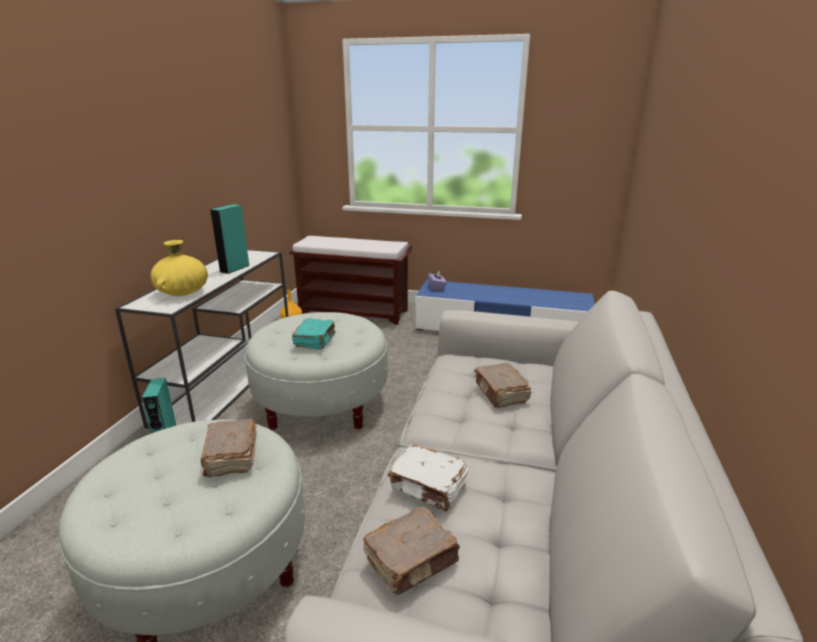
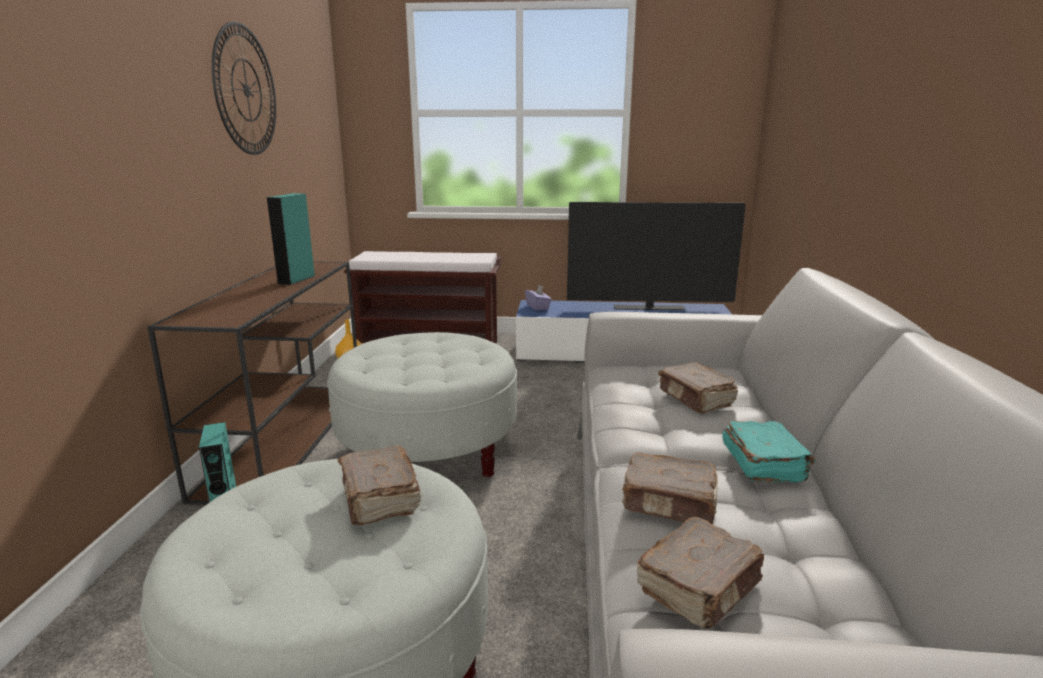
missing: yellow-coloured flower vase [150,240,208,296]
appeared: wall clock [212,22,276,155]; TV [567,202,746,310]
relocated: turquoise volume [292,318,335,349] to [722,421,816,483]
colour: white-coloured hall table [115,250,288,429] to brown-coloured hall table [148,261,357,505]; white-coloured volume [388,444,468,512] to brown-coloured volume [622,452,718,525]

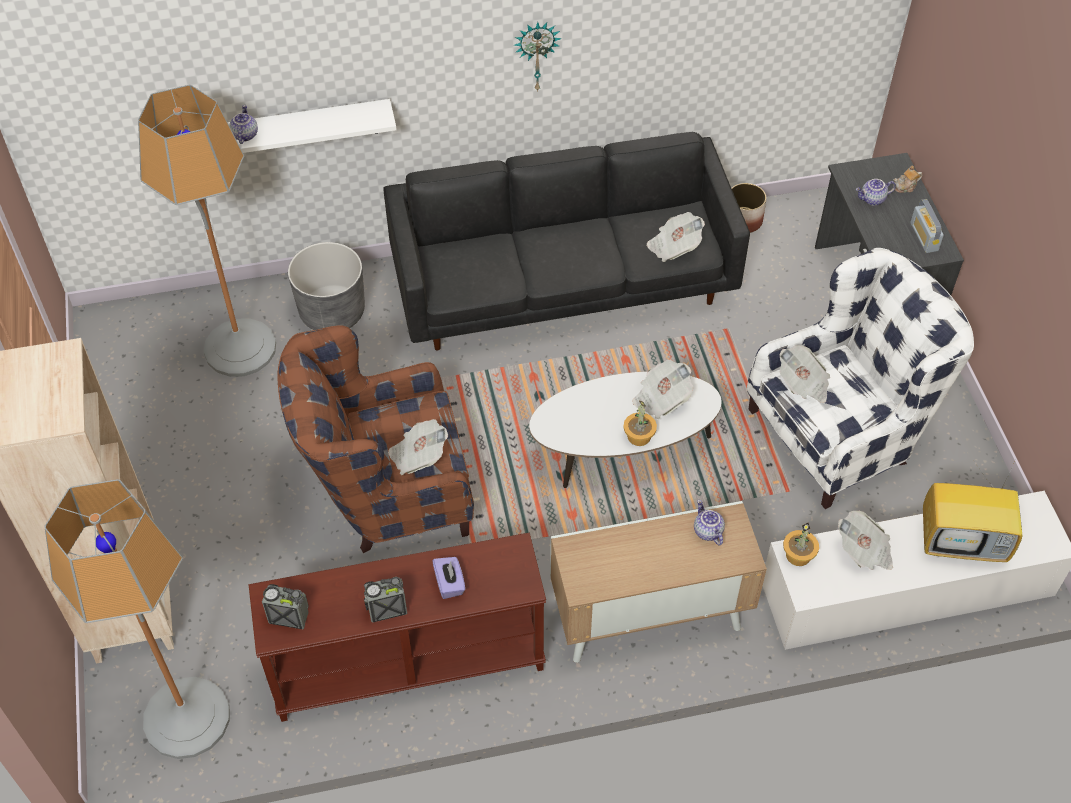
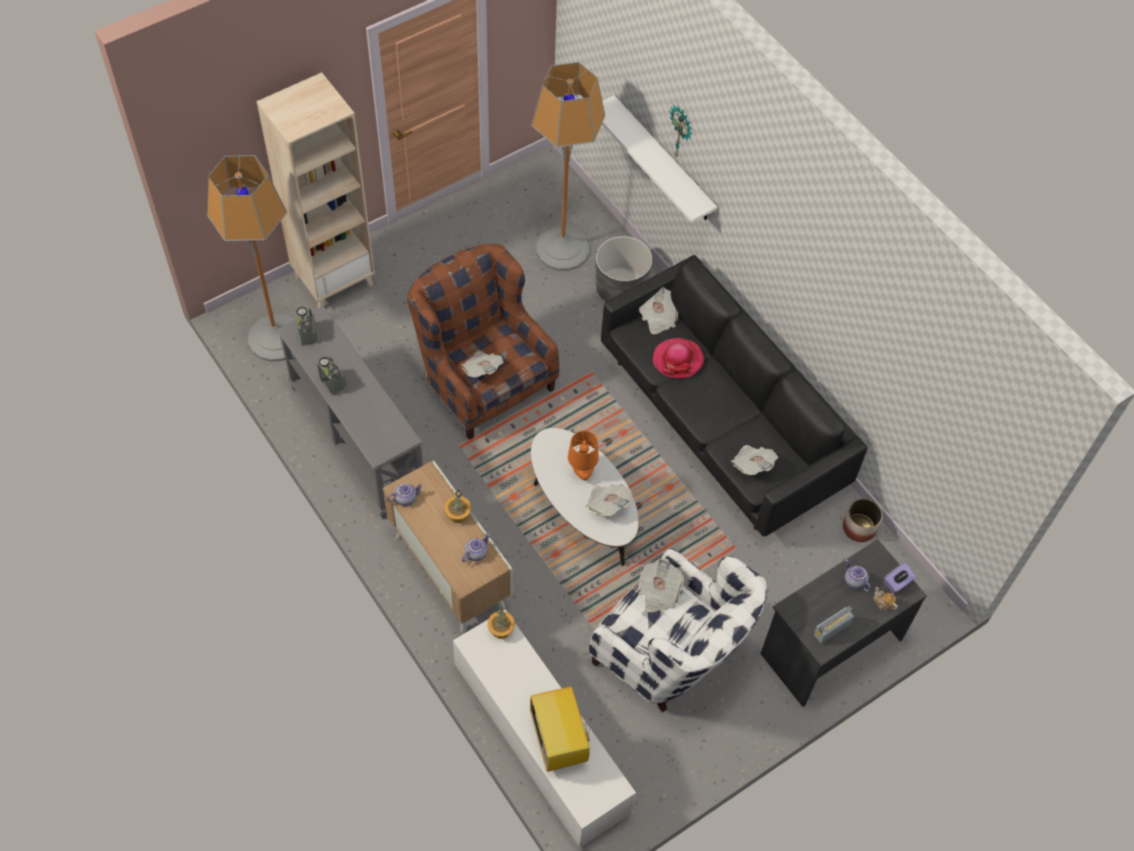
appeared: orange lamp for a table [568,431,599,480]; wearable hat [653,338,704,379]
relocated: teapot [229,105,258,144] to [387,483,423,506]; plant in a pot [623,401,657,446] to [444,490,471,523]; daily paper [838,511,893,570] to [639,287,678,334]; wall clock [513,22,562,92] to [669,106,692,157]; purple tissue holder [432,557,465,599] to [884,563,916,594]
colour: brown-coloured hall table [249,533,546,722] to grey hall table [277,306,423,519]

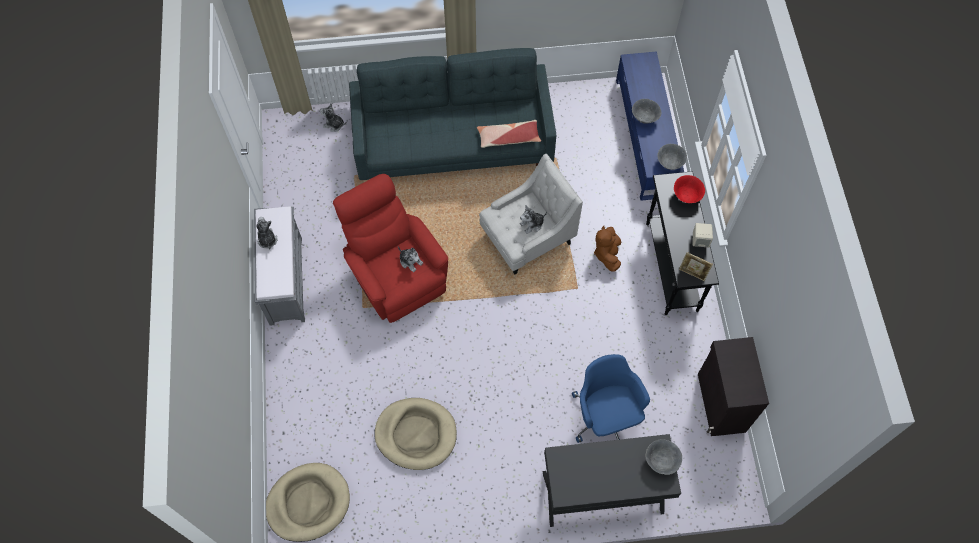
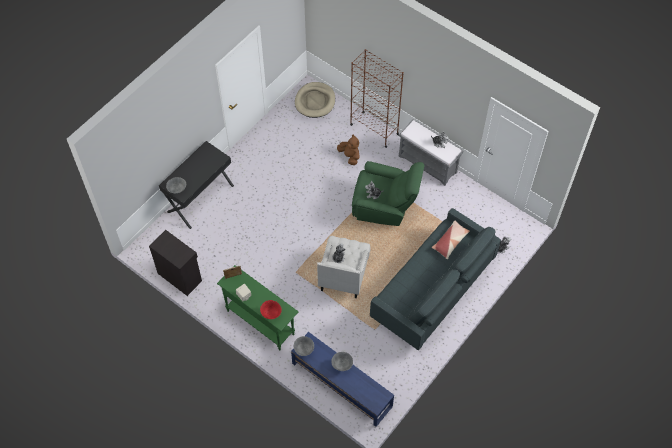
missing: sand-coloured dog bed [375,398,457,470]; blue-coloured computer chair [572,354,650,443]
appeared: brown-coloured bookshelf [350,49,404,148]
relocated: brown-coloured soft toy [594,226,621,272] to [337,134,359,165]; cushion [477,120,541,148] to [432,220,470,259]
colour: black-coloured hall table [646,171,719,315] to greenish hall table [217,265,299,351]; reddish easy chair [333,174,448,323] to greenish easy chair [352,161,425,226]

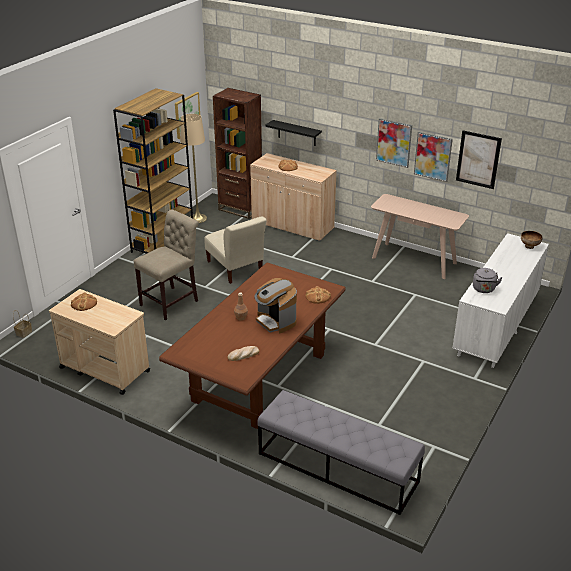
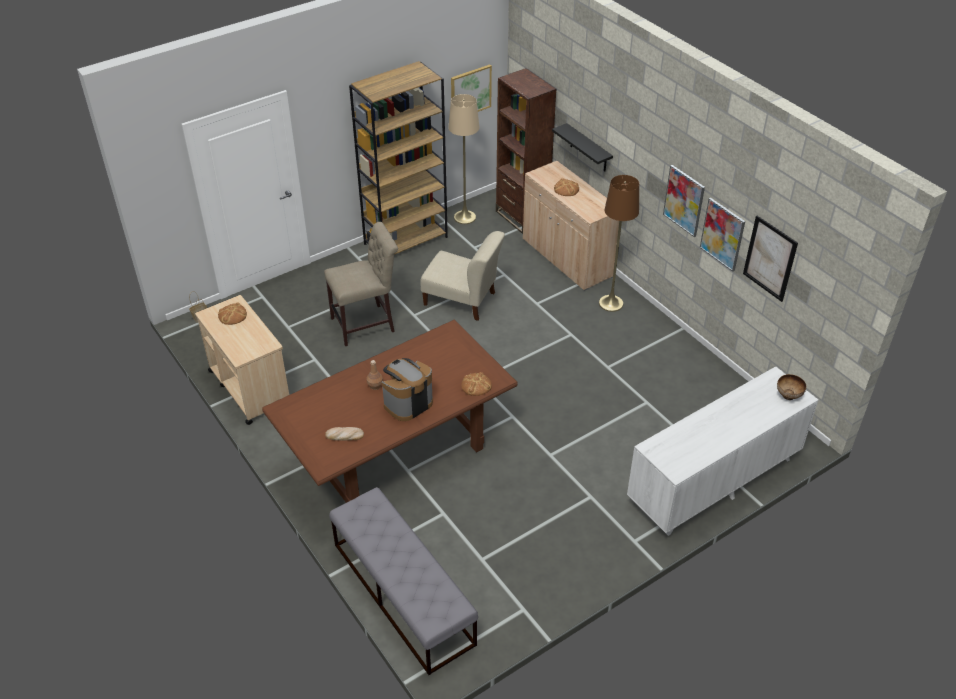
missing: sand-coloured hall table [371,194,469,279]; grey tea kettle [473,268,503,293]
appeared: brown-coloured standard lamp [599,175,639,312]
spun: coffee maker [254,278,297,333] = [382,358,433,421] 60 degrees clockwise; sand-coloured plain chair [204,216,267,284] = [420,231,505,321] 60 degrees counterclockwise

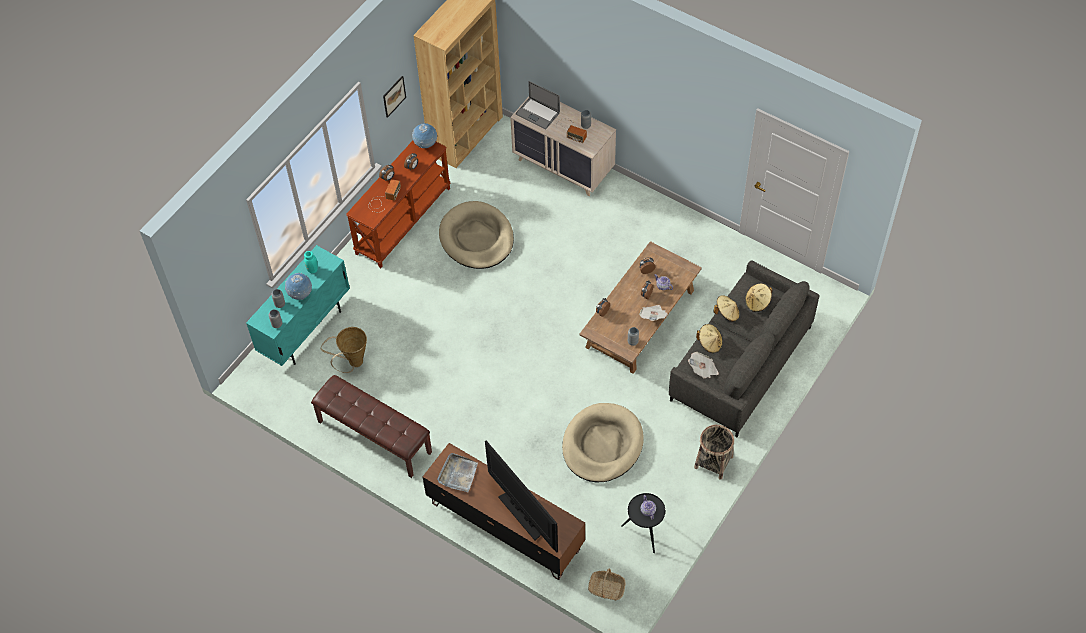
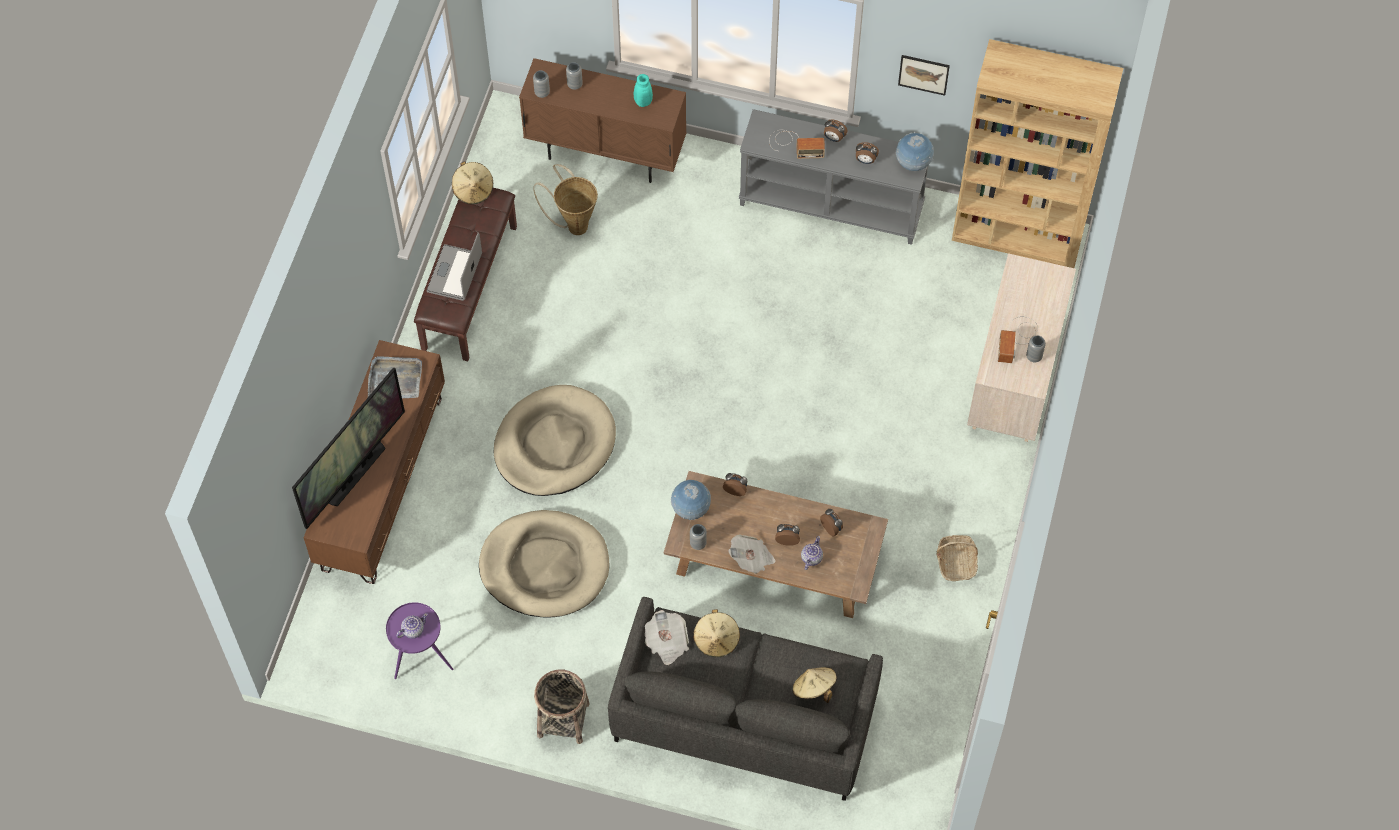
relocated: notebook computer [515,81,560,129] to [426,232,482,301]; sand-coloured wearable hat [713,295,739,322] to [452,162,493,204]; sand-coloured dog bed [439,201,514,269] to [494,385,616,496]; world globe [285,273,312,300] to [671,480,711,520]; household basket [588,568,625,600] to [936,535,978,581]
colour: black-coloured side table [621,493,665,553] to purple side table [386,602,453,679]; turquoise cupboard [246,245,350,366] to brown-coloured cupboard [519,58,686,183]; brown-coloured hall table [346,140,450,268] to grey hall table [739,109,928,245]

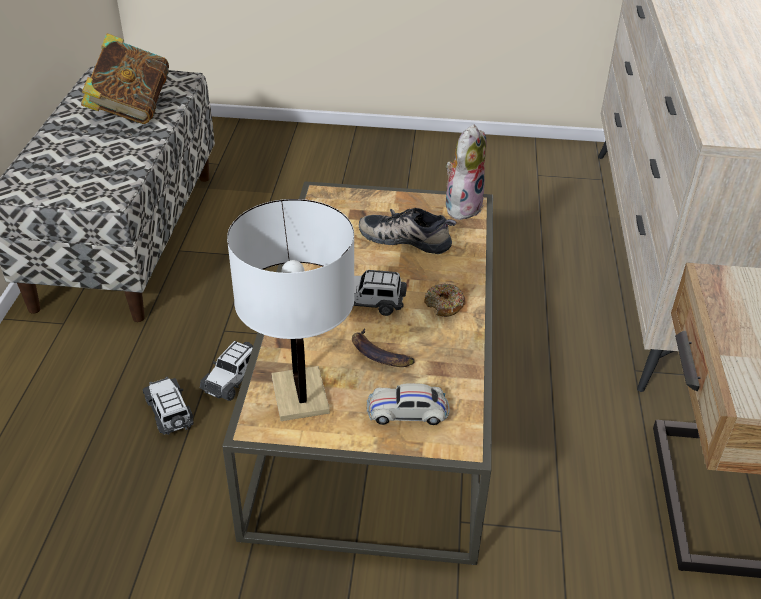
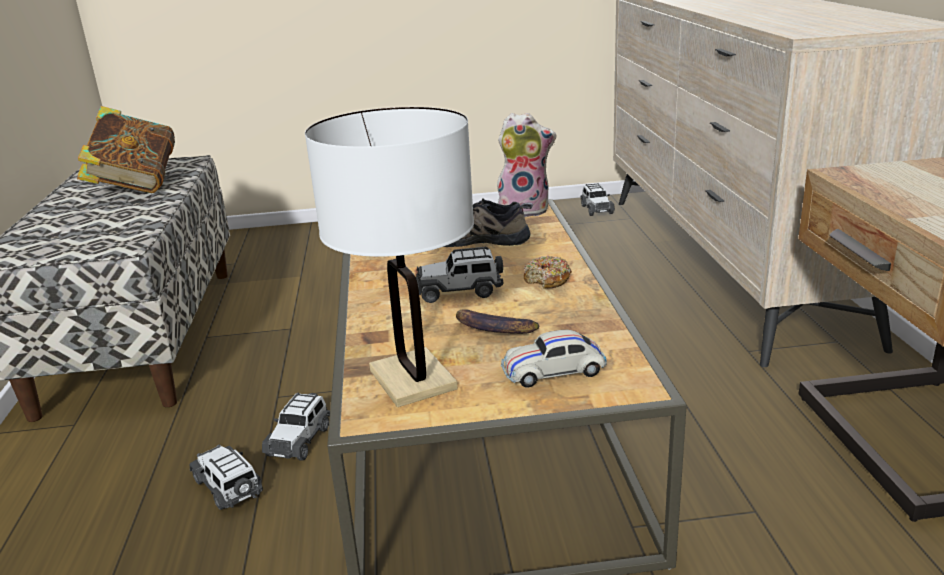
appeared: model car [581,183,615,216]
spun: soft toy [446,124,487,220] = [497,113,557,217] 75 degrees clockwise

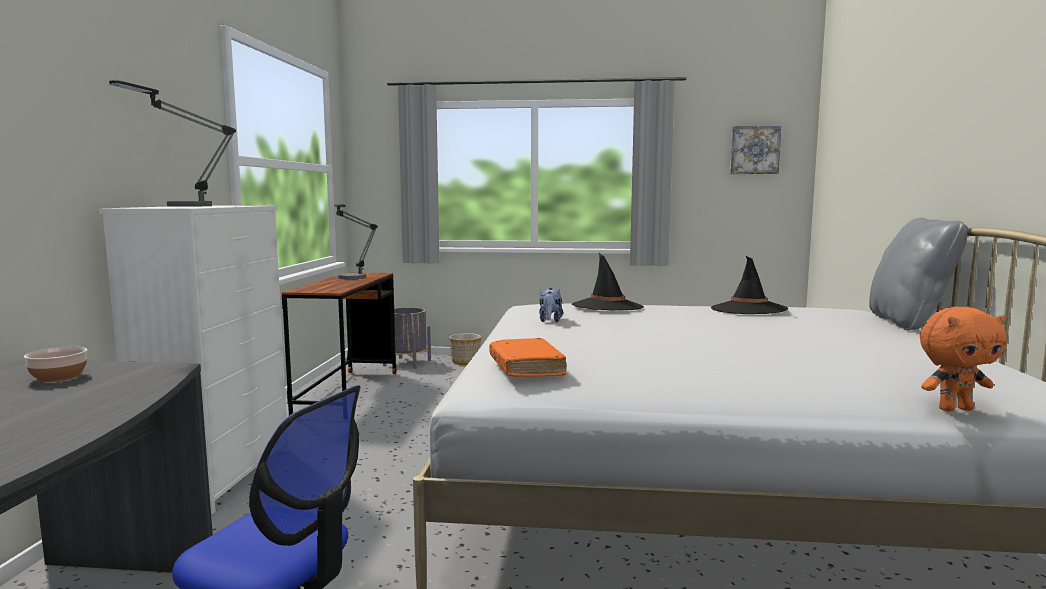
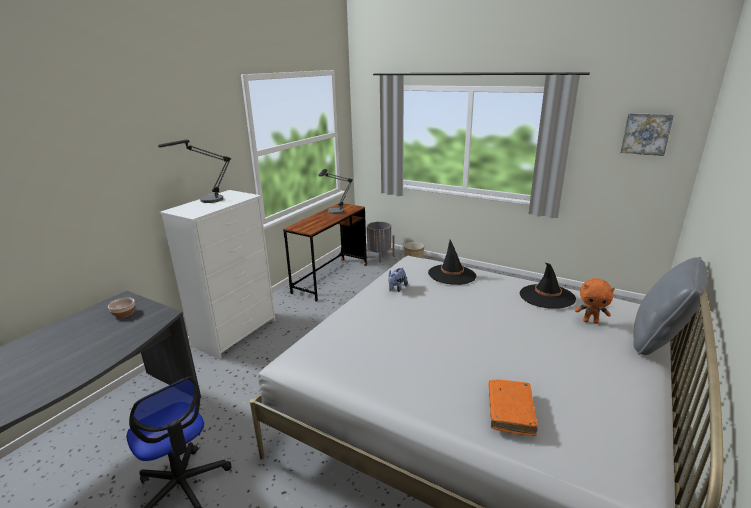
relocated: orange volume [489,338,567,377] to [488,380,537,436]; orange soft toy [920,307,1006,412] to [575,278,615,324]

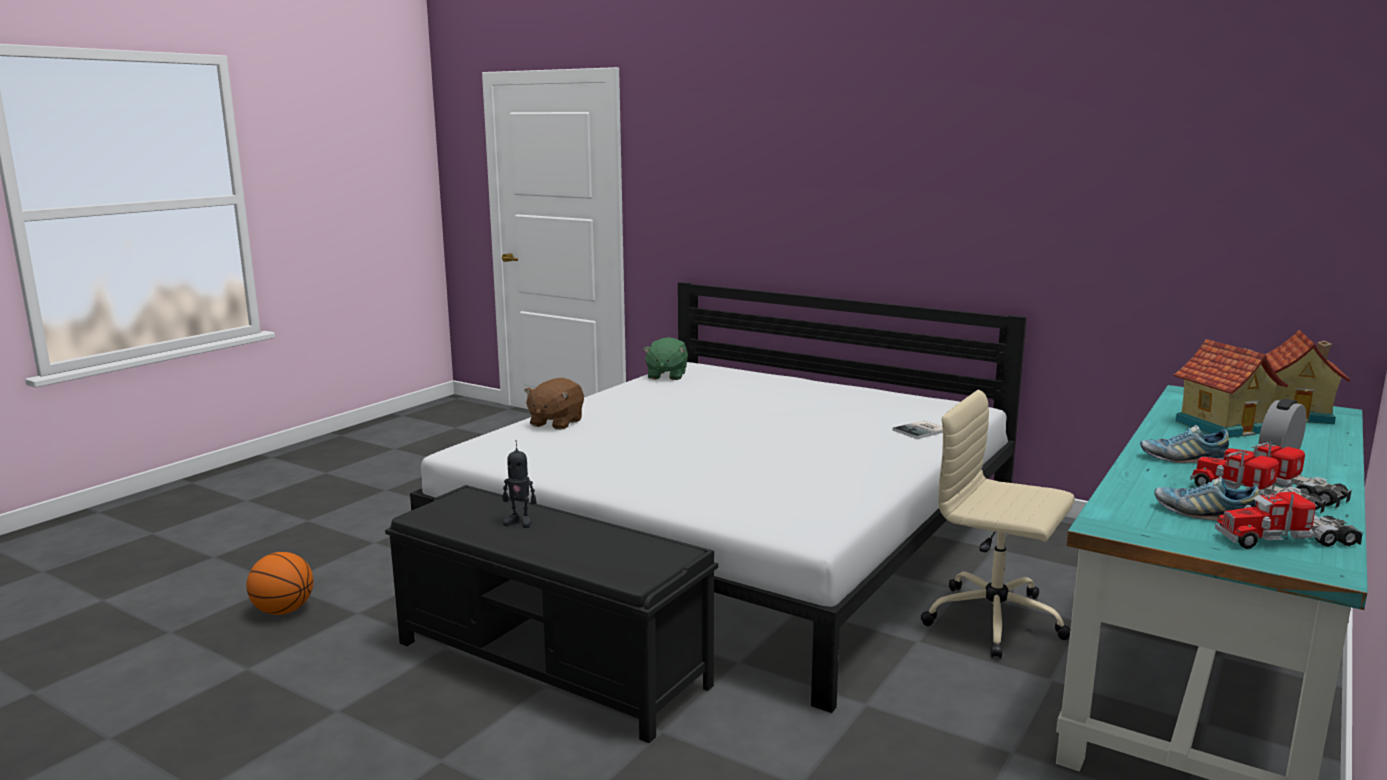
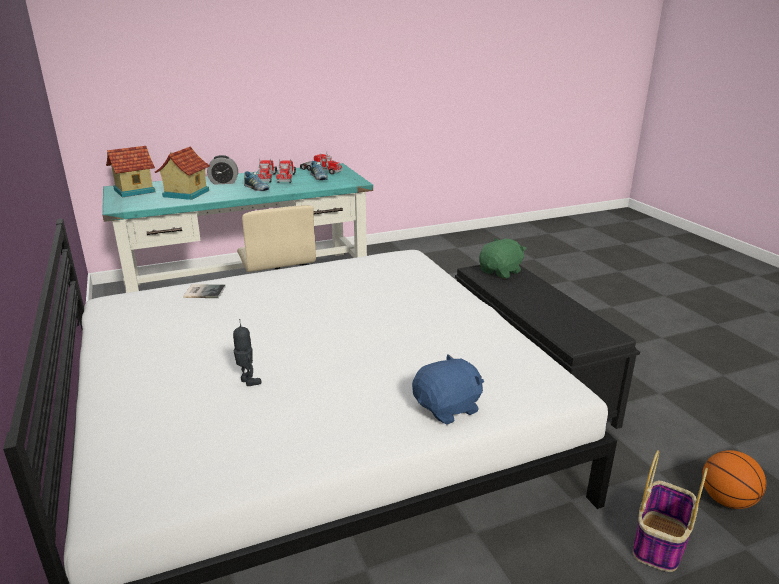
appeared: household basket [633,450,708,572]
relocated: toy robot [502,440,536,528] to [233,319,262,386]; greenish soft toy [643,337,688,380] to [479,238,527,279]
colour: brown-coloured soft toy [524,378,584,430] to blue-coloured soft toy [412,354,484,425]

